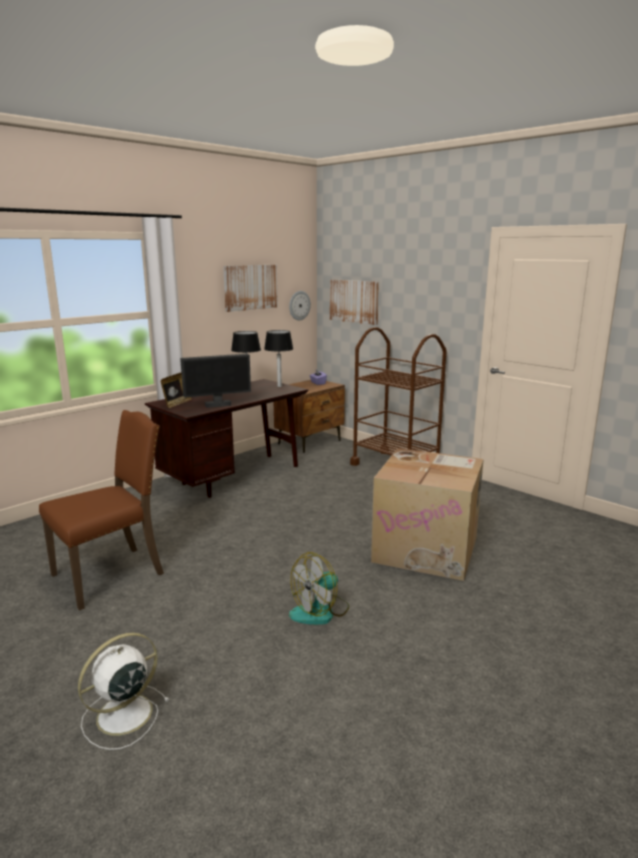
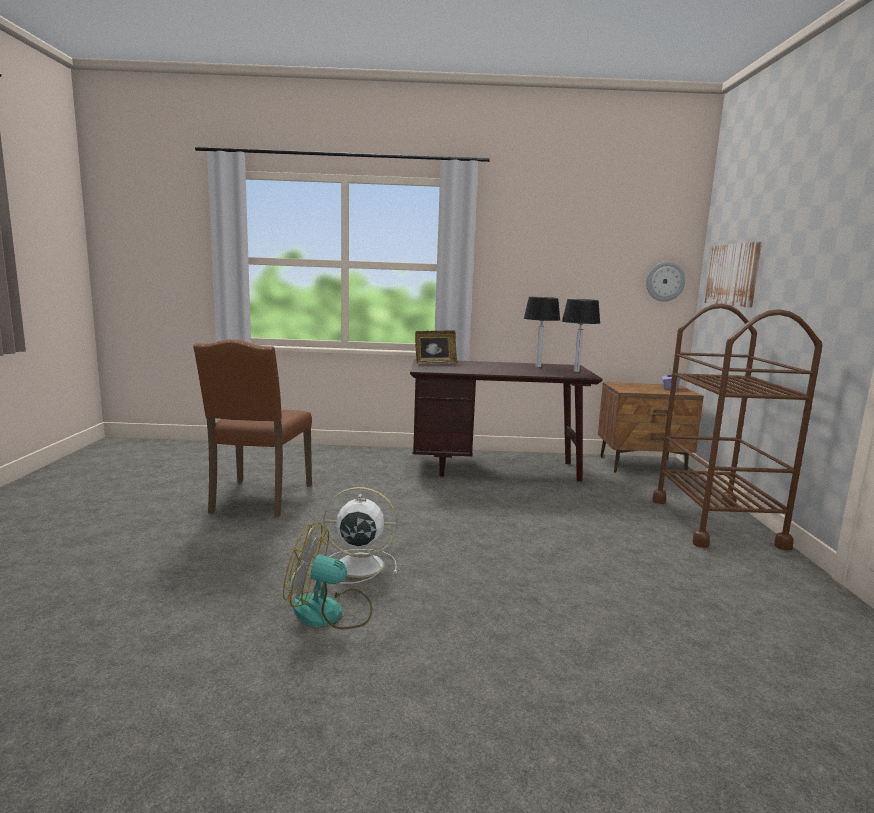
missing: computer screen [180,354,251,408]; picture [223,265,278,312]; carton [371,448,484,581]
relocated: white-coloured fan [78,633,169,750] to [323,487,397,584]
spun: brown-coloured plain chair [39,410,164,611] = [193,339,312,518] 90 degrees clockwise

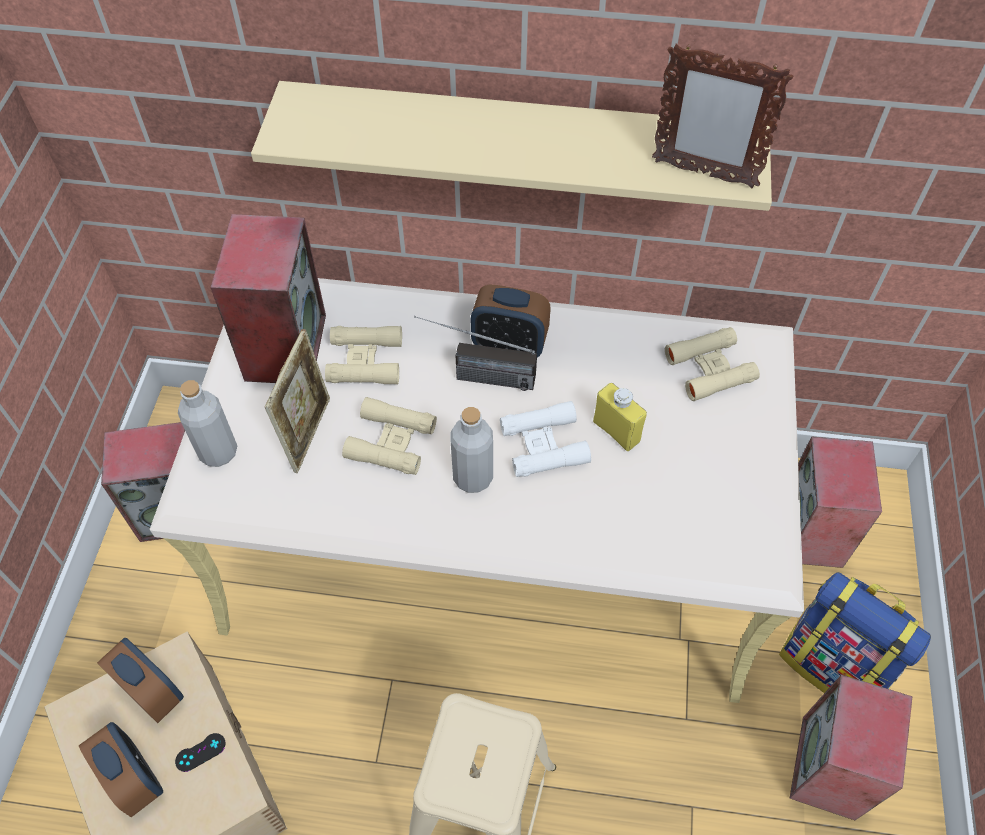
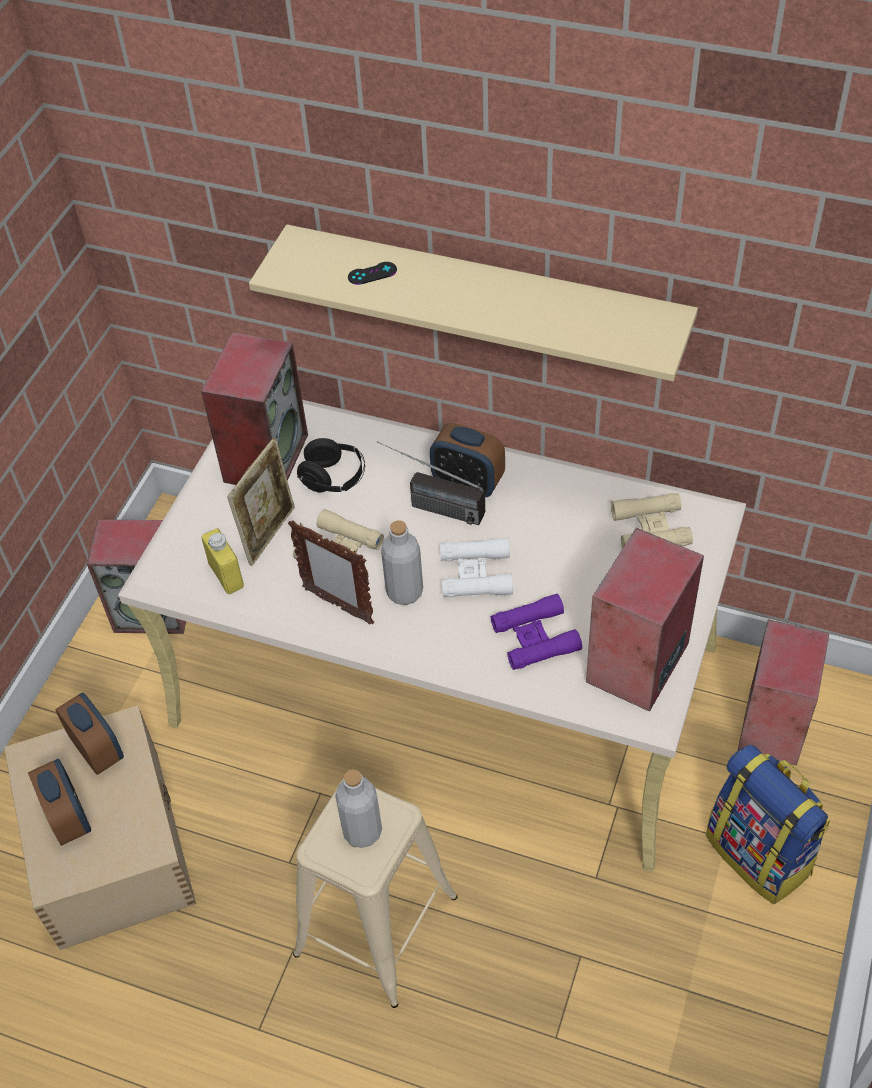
appeared: purple field glasses [491,593,582,670]
relocated: yellow-coloured bottle [593,383,647,451] to [201,528,244,594]; photo frame [652,43,793,188] to [288,520,374,625]; grey bottle [178,380,237,467] to [335,769,382,848]; black-coloured game controller [175,733,225,772] to [348,262,397,285]; loudspeaker [790,674,913,820] to [586,528,704,712]
exchanged: sand-coloured field glasses [325,326,402,384] to black-coloured headphones [297,438,365,493]

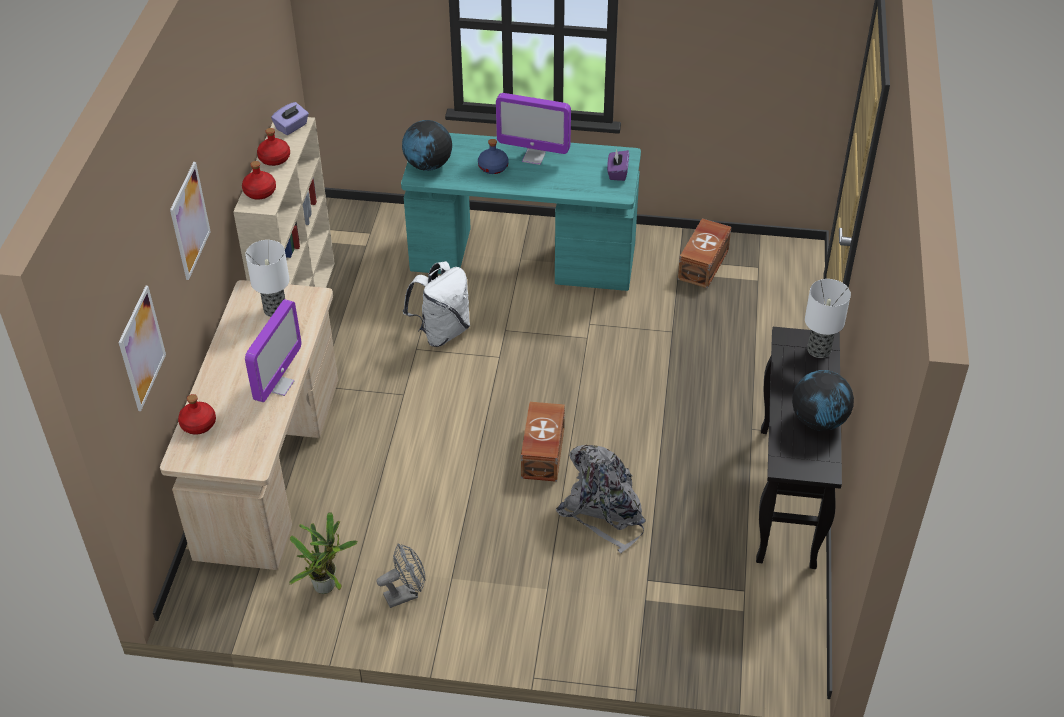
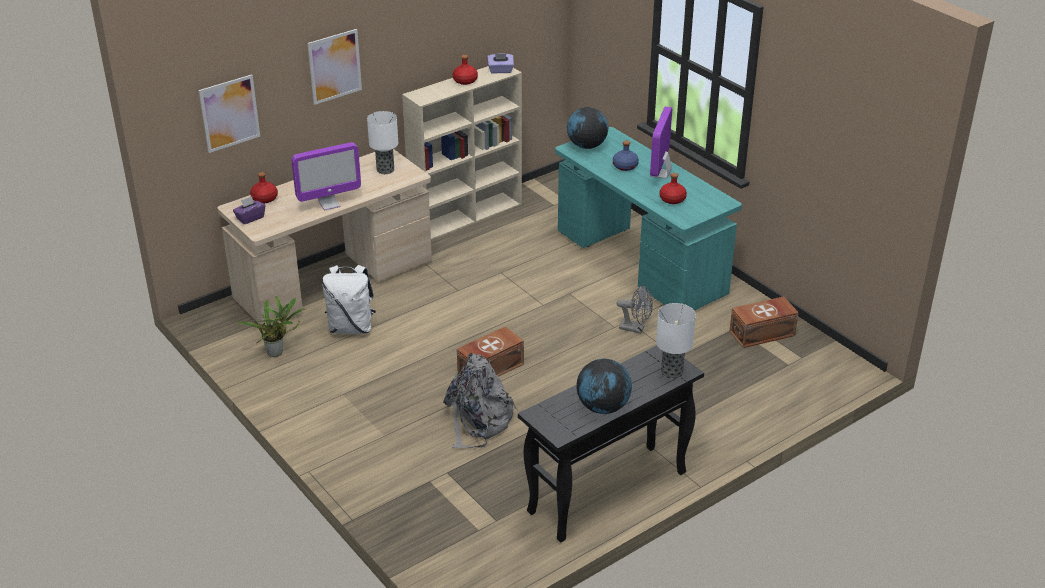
relocated: purple tissue holder [607,149,629,181] to [233,196,265,224]; white-coloured rucksack [403,261,470,347] to [322,265,376,334]; grey fan [377,544,425,608] to [617,285,653,334]; reddish bottle [242,161,276,199] to [660,173,687,204]
spun: computer screen [496,93,571,165] = [650,106,672,179] 45 degrees clockwise

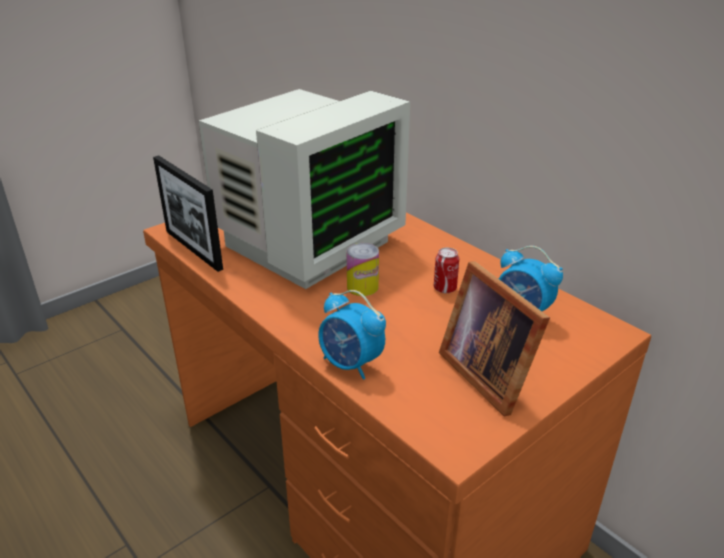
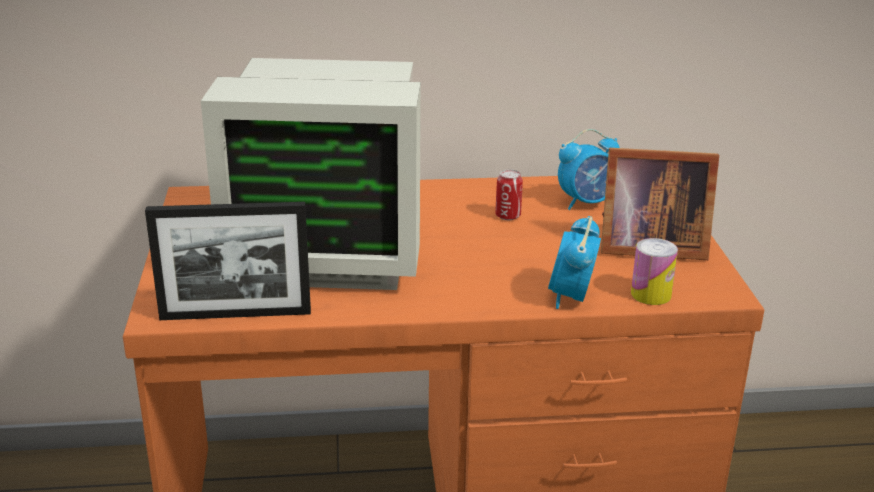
relocated: sealed can [346,243,379,296] to [631,238,678,305]
spun: computer screen [199,89,410,289] = [201,58,421,290] 105 degrees clockwise; alarm clock [318,290,386,380] = [548,216,601,309] 120 degrees clockwise

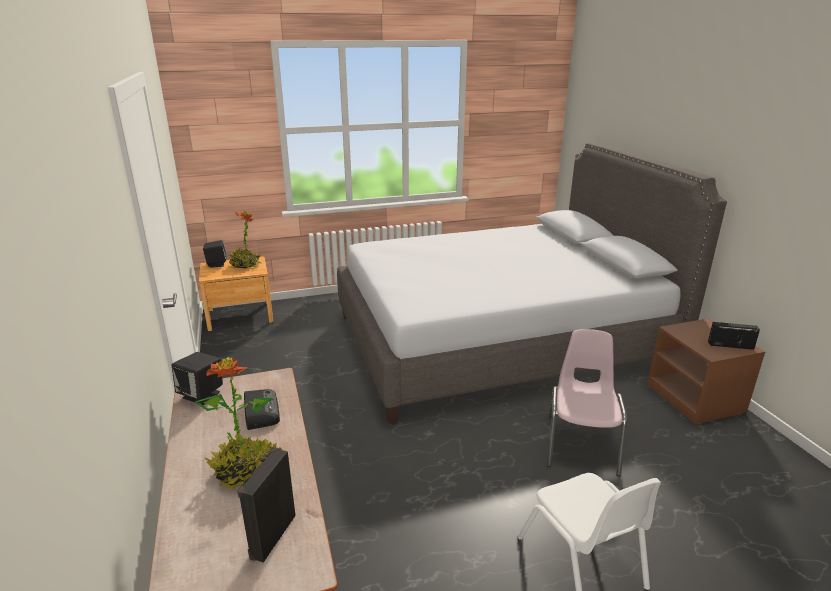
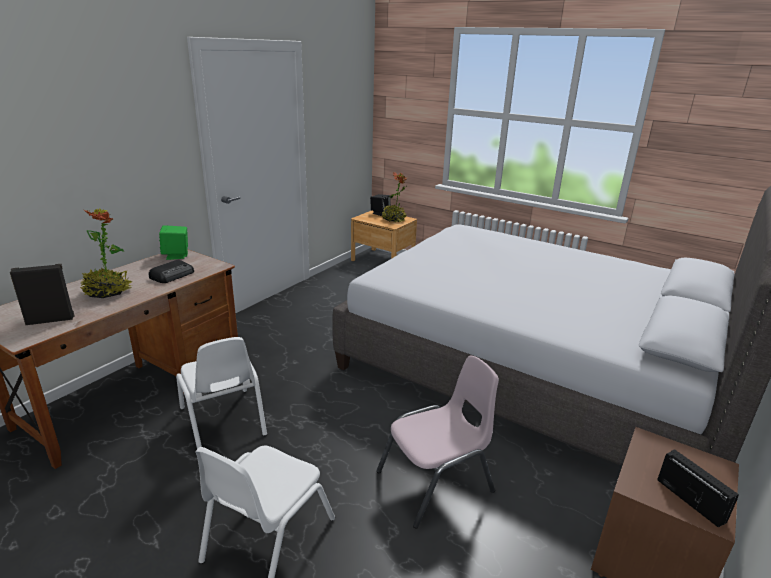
appeared: white-coloured plain chair [176,337,267,449]
colour: black-coloured loudspeaker [172,352,223,405] to greenish loudspeaker [159,225,188,260]

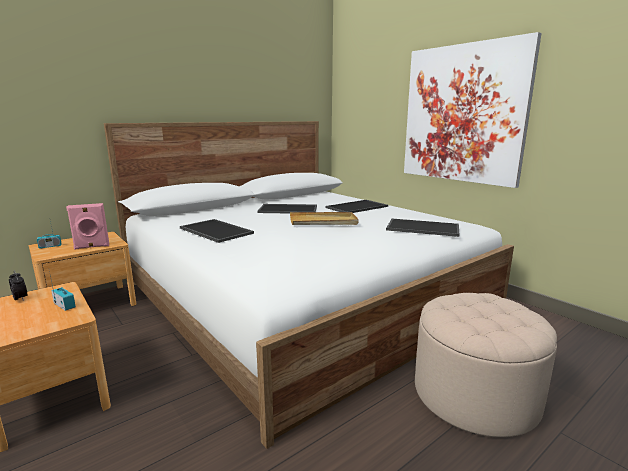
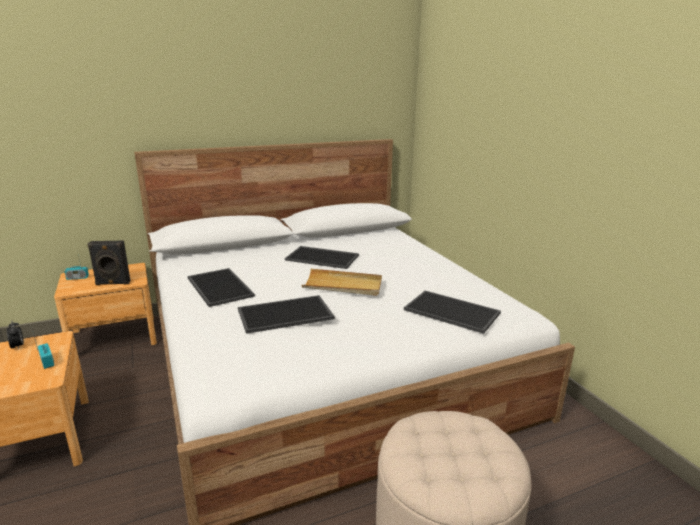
missing: picture [404,32,542,188]
relocated: tray [326,200,388,213] to [238,295,335,334]
colour: pinkish loudspeaker [66,203,109,250] to black-coloured loudspeaker [87,241,131,285]

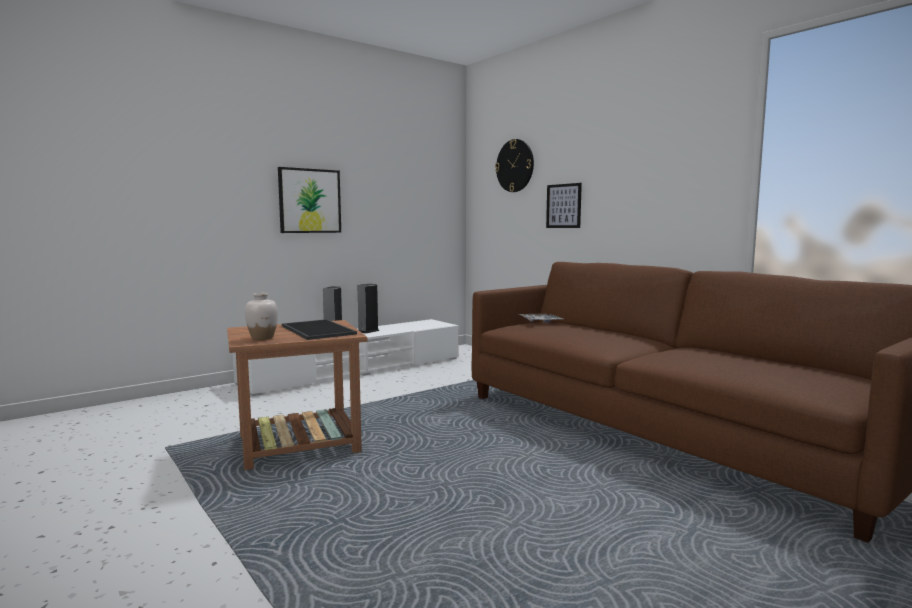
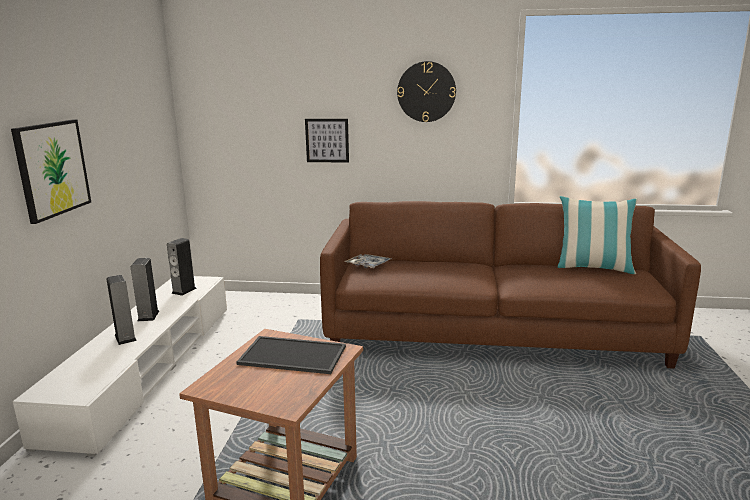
missing: white-coloured flower vase [245,293,278,340]
appeared: loudspeaker [167,238,197,296]; cushion [557,196,638,274]
relocated: wall clock [495,139,534,192] to [397,61,456,122]

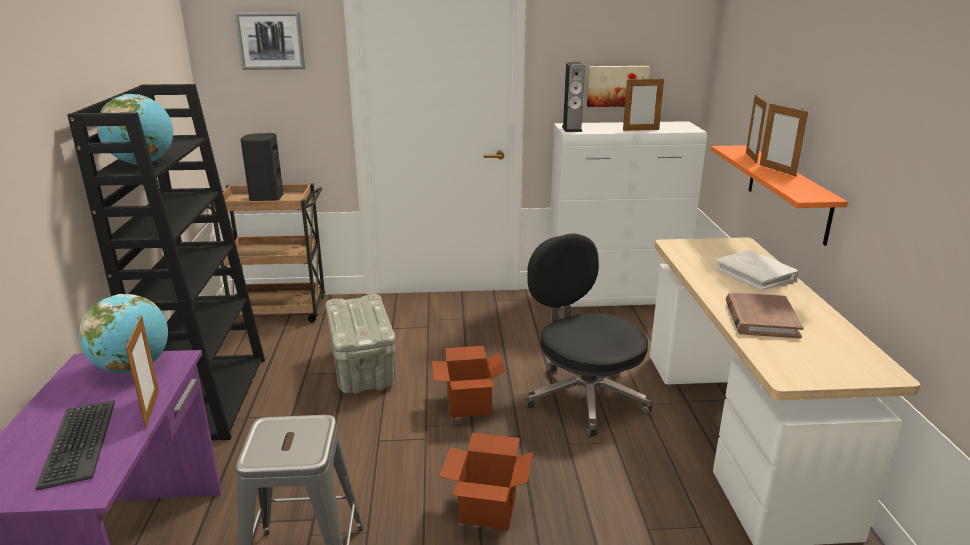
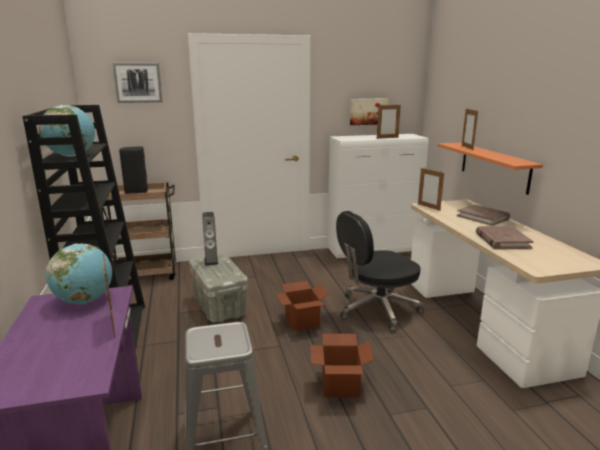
missing: keyboard [35,400,115,491]
relocated: loudspeaker [562,62,585,132] to [202,212,218,266]; photo frame [760,102,808,176] to [418,168,444,211]
colour: white-coloured volume [714,250,798,290] to brown-coloured volume [457,205,510,226]
spun: black-coloured computer chair [525,233,653,437] = [336,211,424,332] 75 degrees counterclockwise

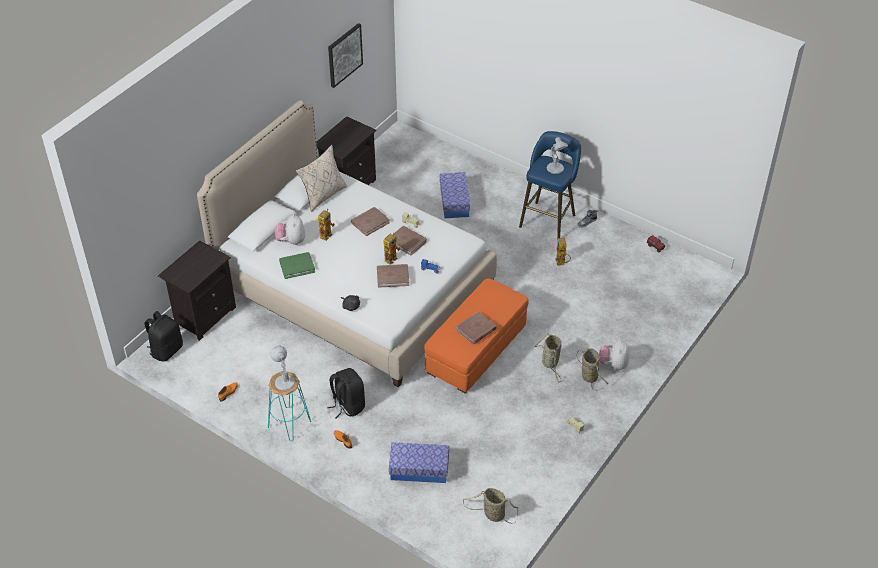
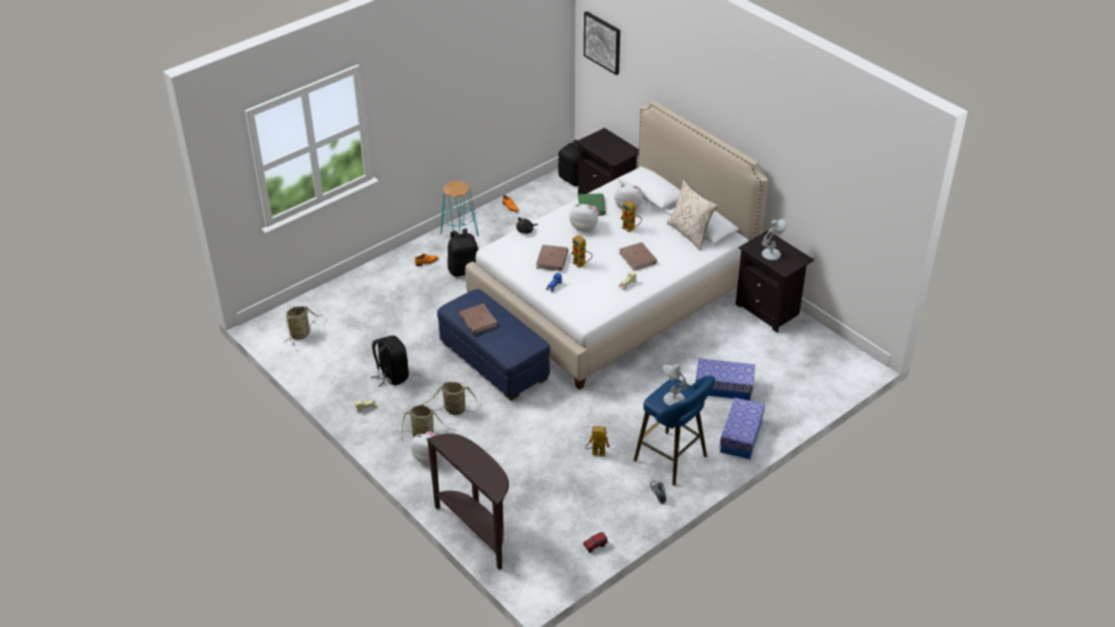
missing: brown-coloured volume [392,226,427,256]
appeared: black-coloured rucksack [371,335,409,387]; brown-coloured hall table [427,433,509,570]; soft toy [569,204,599,232]
relocated: picture [328,23,363,88] to [584,11,620,75]; storage bin [389,442,449,483] to [720,397,765,459]; white-coloured lamp for a table [270,345,295,390] to [762,219,788,260]
colour: orange footrest [424,278,529,393] to blue-coloured footrest [437,289,550,401]

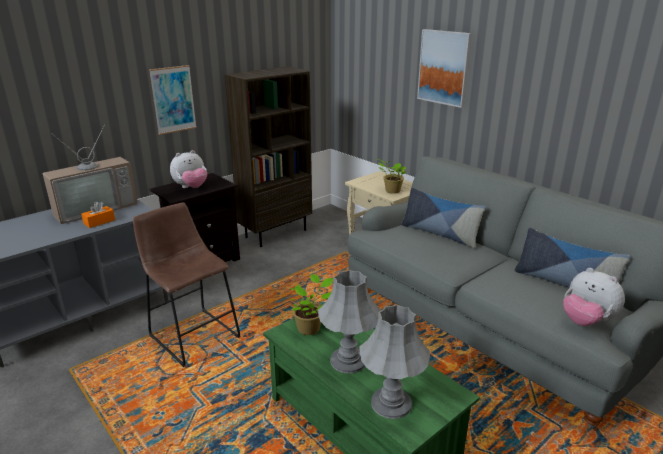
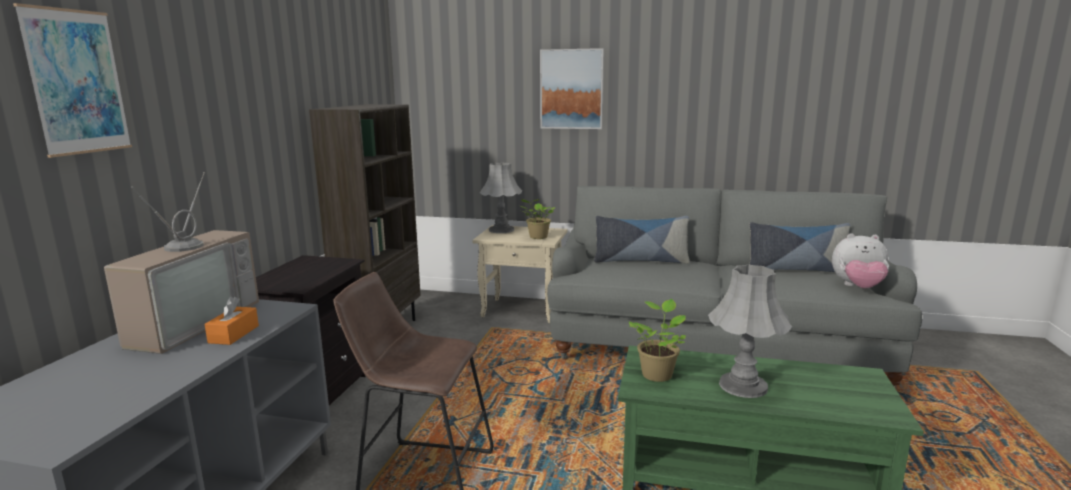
missing: soft toy [170,150,207,188]
relocated: picture [149,65,197,135] to [13,3,132,158]; grey lamp for a table [360,305,430,419] to [480,163,522,233]

